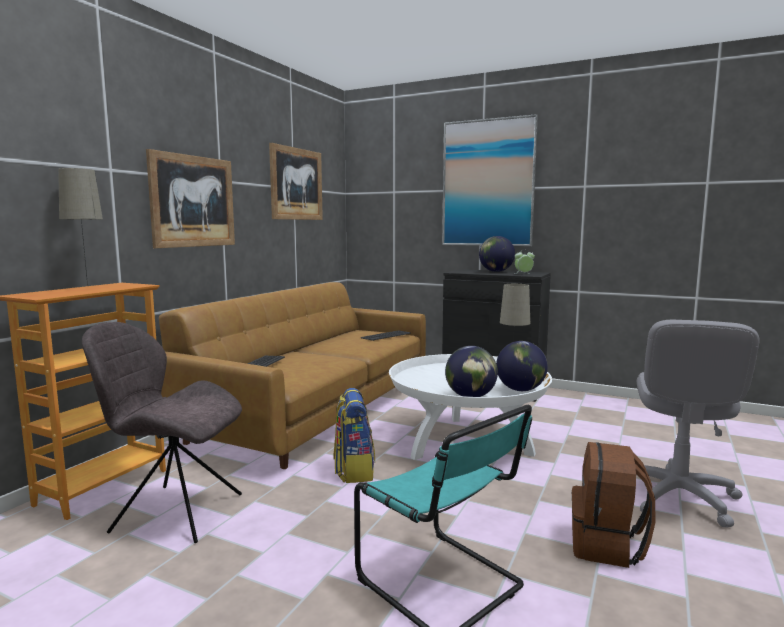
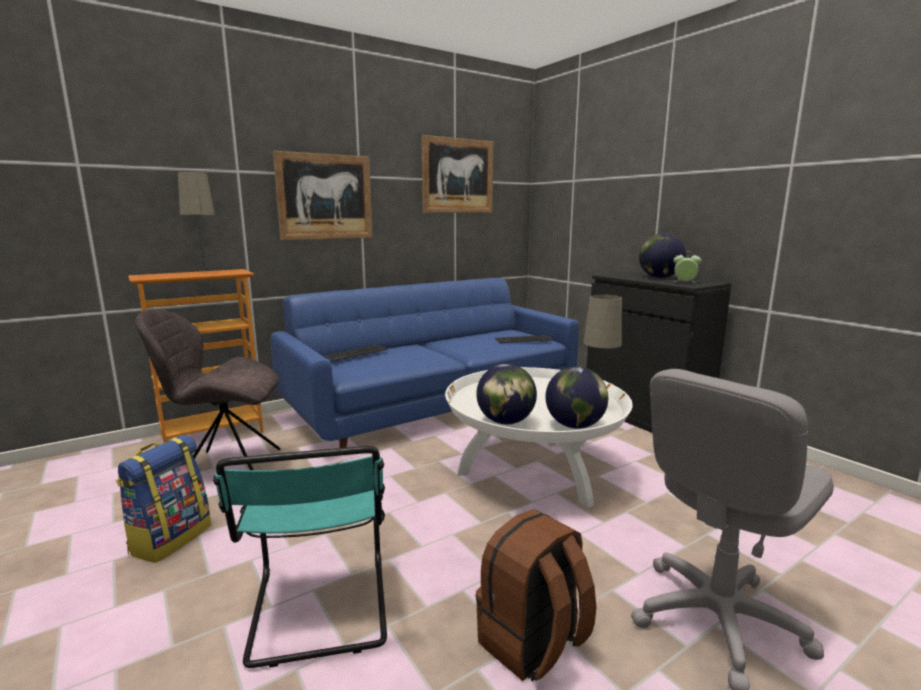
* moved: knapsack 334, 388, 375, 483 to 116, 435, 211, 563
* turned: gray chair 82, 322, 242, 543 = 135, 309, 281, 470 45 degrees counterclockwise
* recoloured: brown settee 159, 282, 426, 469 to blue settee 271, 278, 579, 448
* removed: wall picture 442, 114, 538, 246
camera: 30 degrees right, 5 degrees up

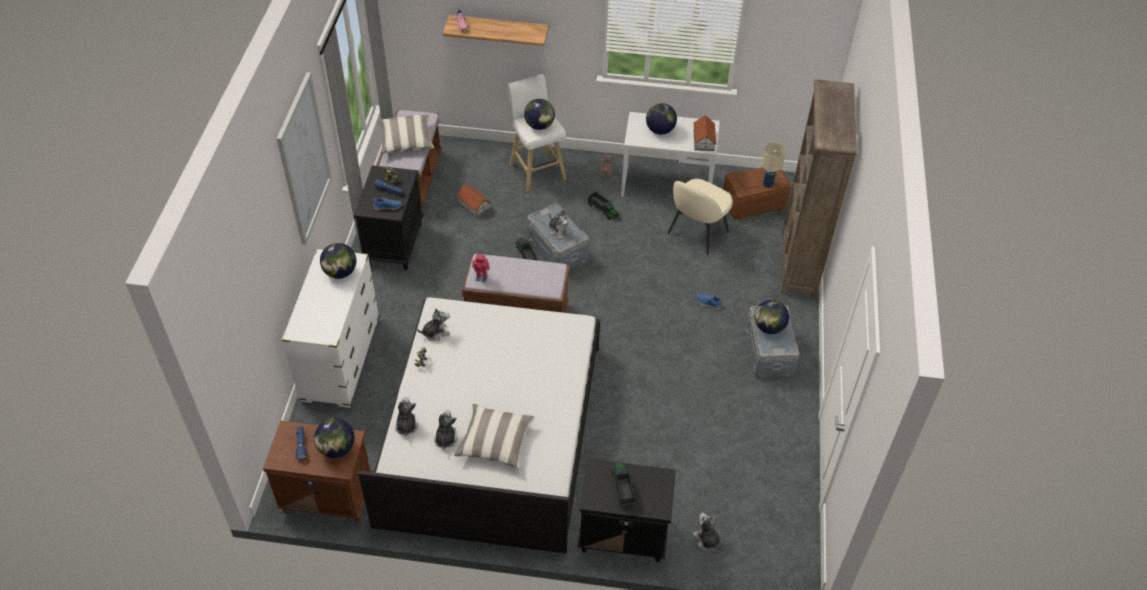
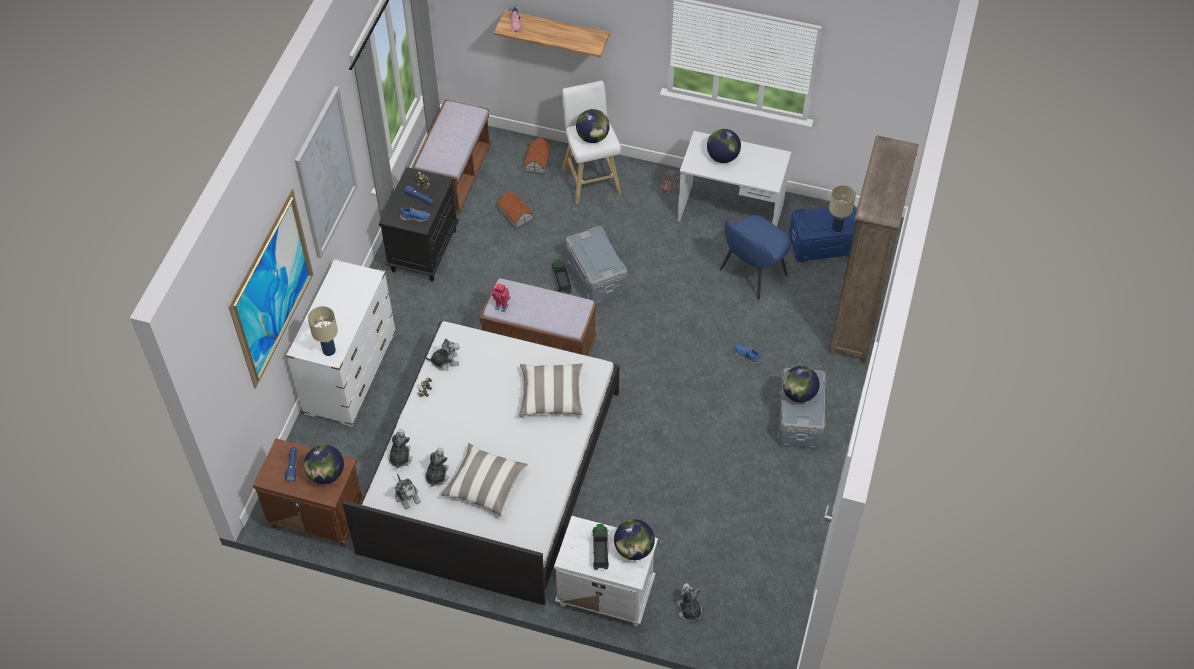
* added: wall picture 228, 188, 313, 389
* added: beige-coloured table lamp 308, 306, 338, 356
* moved: plush toy 549, 210, 571, 240 to 395, 473, 421, 510
* moved: cushion 378, 114, 434, 154 to 519, 363, 584, 417
* moved: model house 693, 115, 717, 151 to 523, 137, 552, 175
* recoloured: black-coloured night table 578, 459, 676, 562 to white night table 554, 516, 658, 627
* moved: globe 320, 243, 356, 279 to 614, 519, 655, 560
* recoloured: beige-coloured chair 668, 179, 733, 255 to blue chair 720, 215, 791, 300
* recoloured: brown storage bin 723, 167, 791, 220 to blue storage bin 789, 205, 856, 262
* removed: model truck 588, 192, 619, 220
camera: 10 degrees right, 5 degrees up

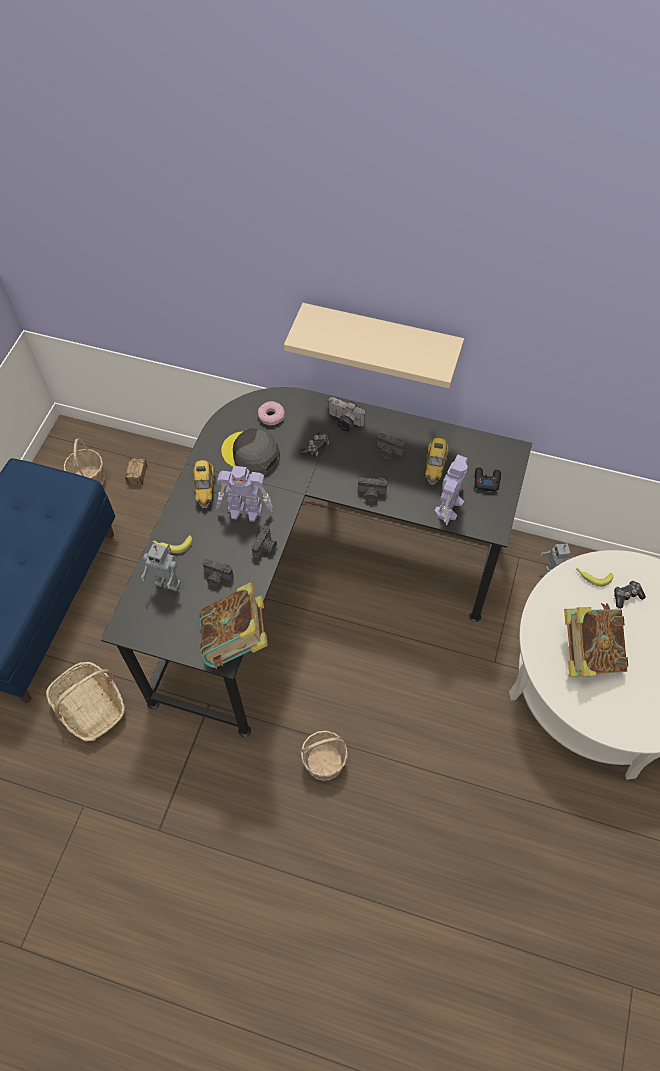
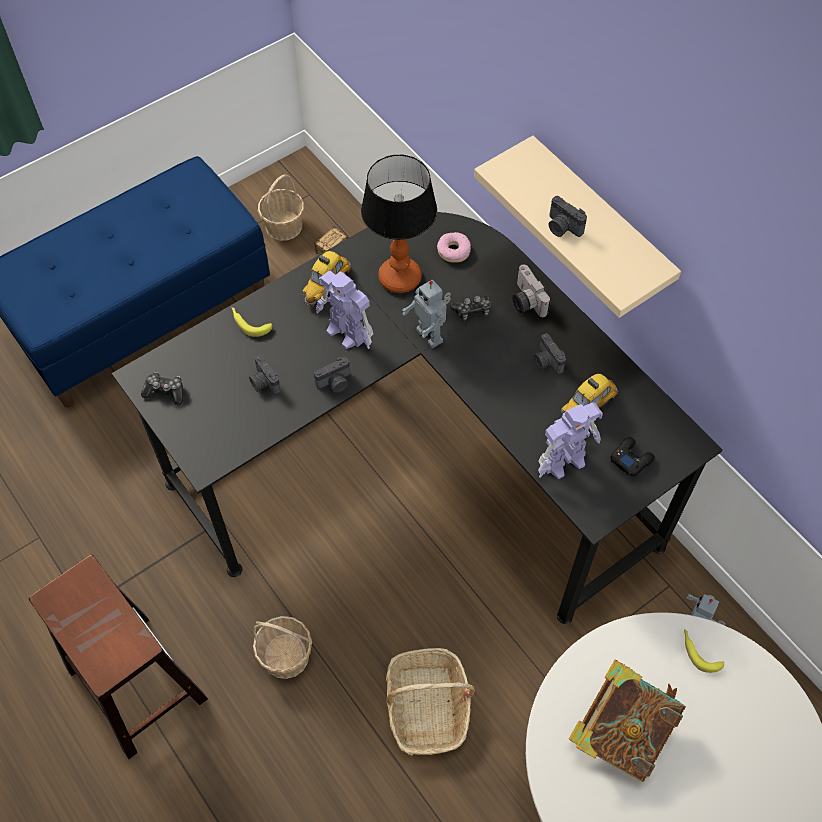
* added: brown stool 29, 555, 208, 759
* moved: gamepad 614, 581, 646, 609 to 141, 372, 183, 405
* replaced: gray cap 221, 429, 280, 475 to table lamp 361, 155, 437, 293
* moved: basket 46, 662, 125, 741 to 386, 648, 475, 755
* moved: model robot 141, 543, 181, 591 to 402, 280, 451, 348
* moved: still camera 358, 477, 387, 502 to 549, 196, 587, 237
* removed: bound book 199, 582, 268, 669
camera: 35 degrees right, 0 degrees up

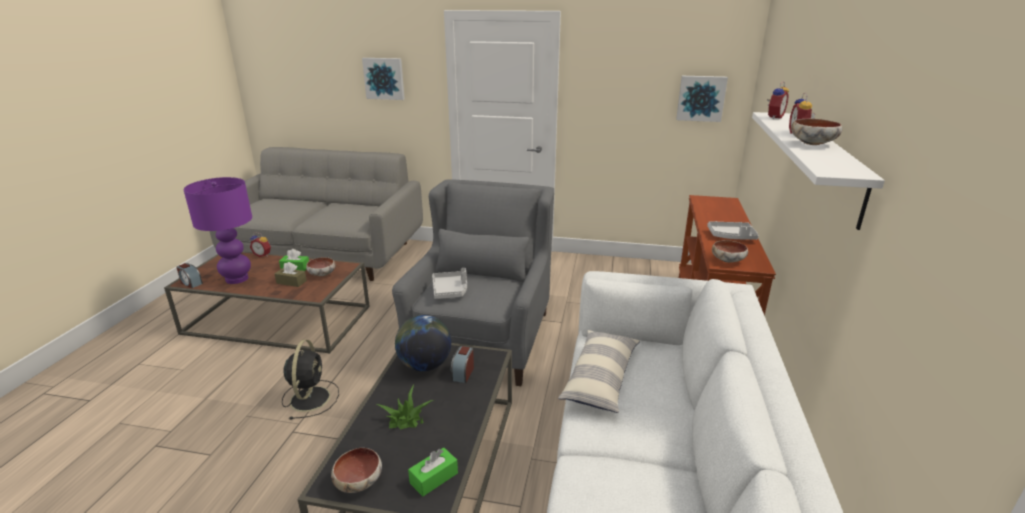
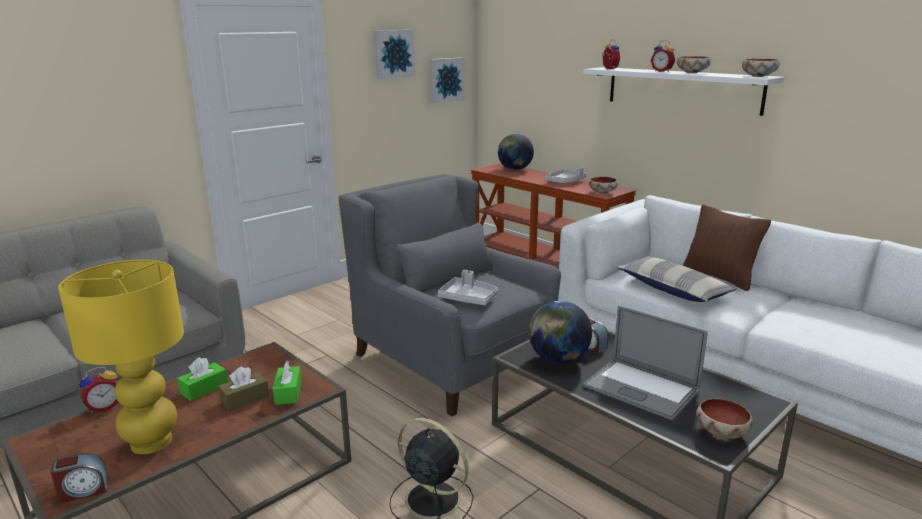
* recoloured: purplish table lamp 184, 177, 252, 284 to yellow table lamp 58, 259, 184, 454
* moved: greenish box of tissues 408, 447, 458, 497 to 273, 361, 301, 405
* moved: wall picture 362, 58, 405, 100 to 374, 30, 415, 79
* added: globe 498, 134, 534, 170
* replaced: plant in a pot 375, 385, 433, 430 to notebook computer 584, 306, 708, 420
* added: brown cushion 683, 204, 771, 291
* moved: bowl 306, 257, 336, 276 to 742, 59, 780, 77
camera: 55 degrees left, 5 degrees down

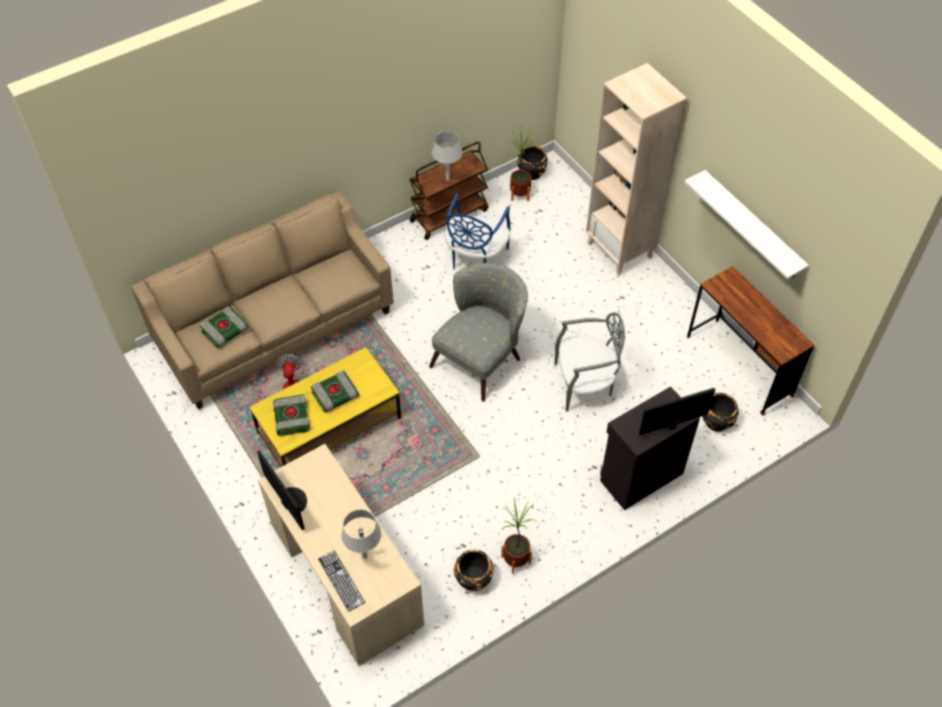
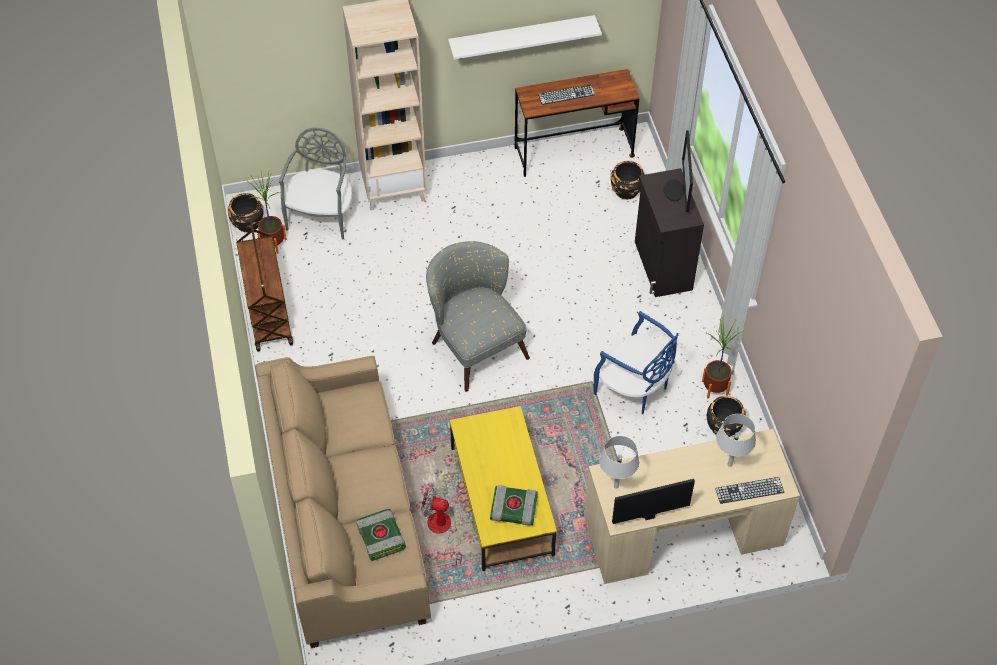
* moved: gray chair 554, 312, 625, 412 to 279, 127, 352, 239
* added: computer keyboard 538, 84, 595, 105
* moved: blue chair 445, 193, 511, 269 to 593, 311, 679, 414
* moved: gray table lamp 432, 131, 462, 181 to 599, 436, 639, 489
* removed: bound book 311, 371, 359, 412
camera: 70 degrees left, 0 degrees up

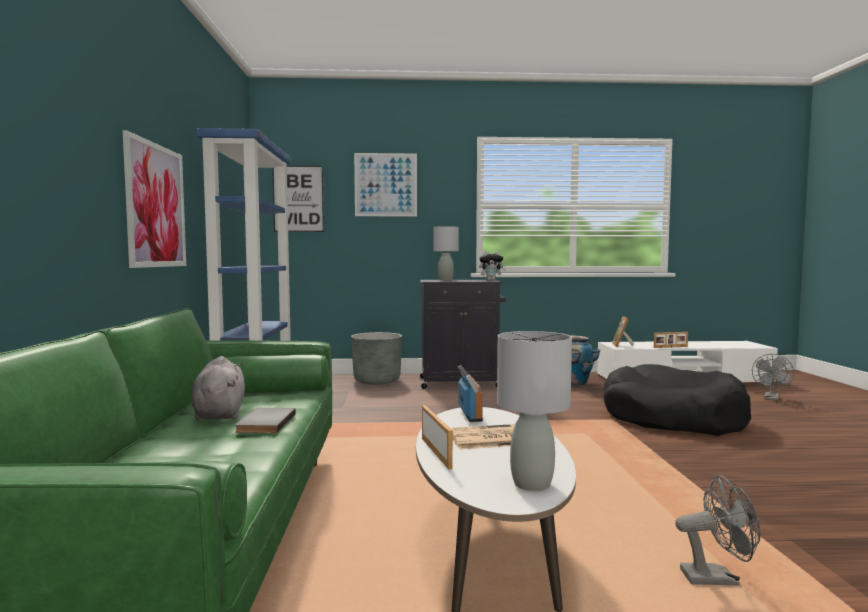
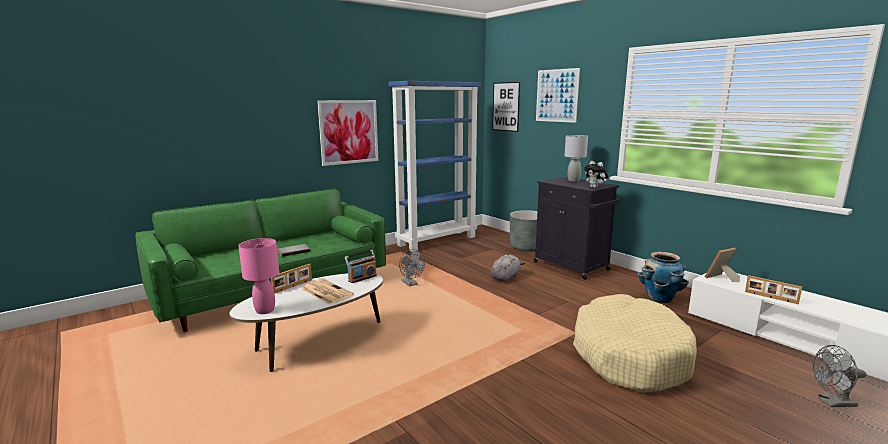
* recoloured: gray table lamp 497, 331, 572, 491 to pink table lamp 238, 238, 279, 314
* moved: gray cooling fan 675, 475, 760, 586 to 399, 249, 425, 286
* moved: gray plush toy 192, 356, 245, 420 to 491, 254, 525, 282
* recoloured: black-coloured dog cushion 603, 364, 751, 436 to beige-coloured dog cushion 573, 294, 697, 393
camera: 55 degrees right, 10 degrees up

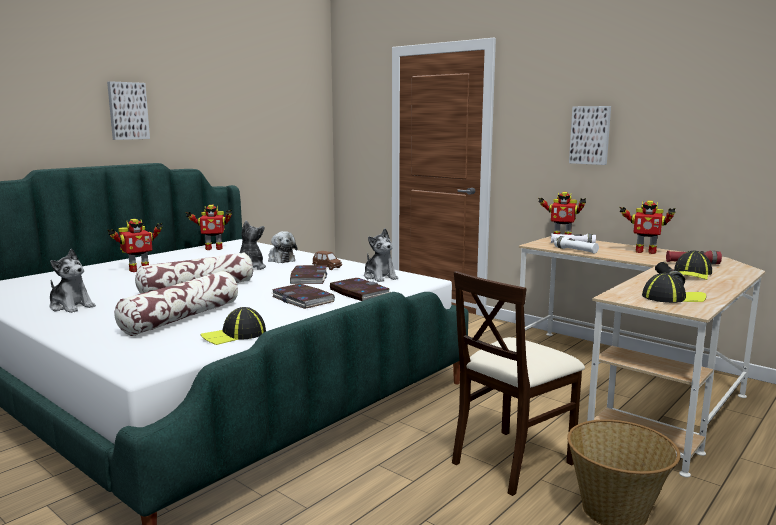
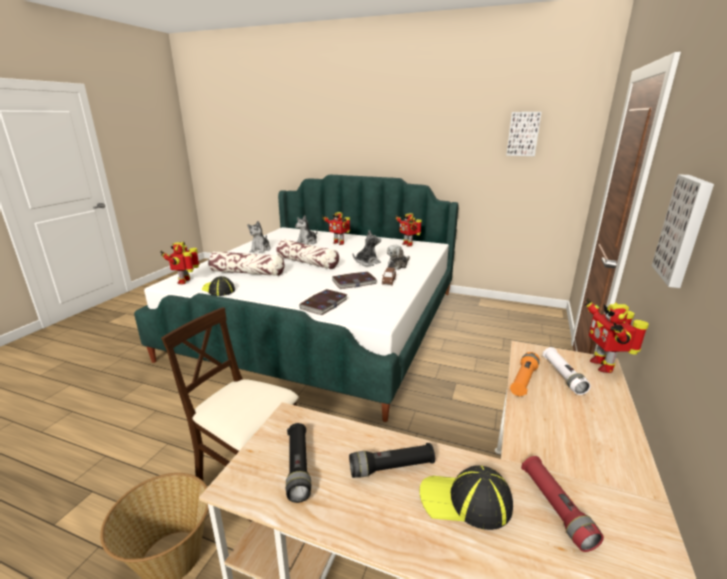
* moved: model robot 619, 200, 676, 254 to 161, 242, 200, 284
* replaced: cap 642, 273, 706, 303 to black-coloured torch 286, 423, 311, 503
* moved: plush toy 364, 228, 398, 282 to 295, 215, 318, 245
* moved: wall picture 107, 81, 150, 140 to 506, 112, 542, 156
* recoloured: white torch 554, 236, 599, 254 to orange torch 510, 352, 540, 396
* removed: bound book 272, 284, 335, 309
camera: 70 degrees right, 10 degrees up

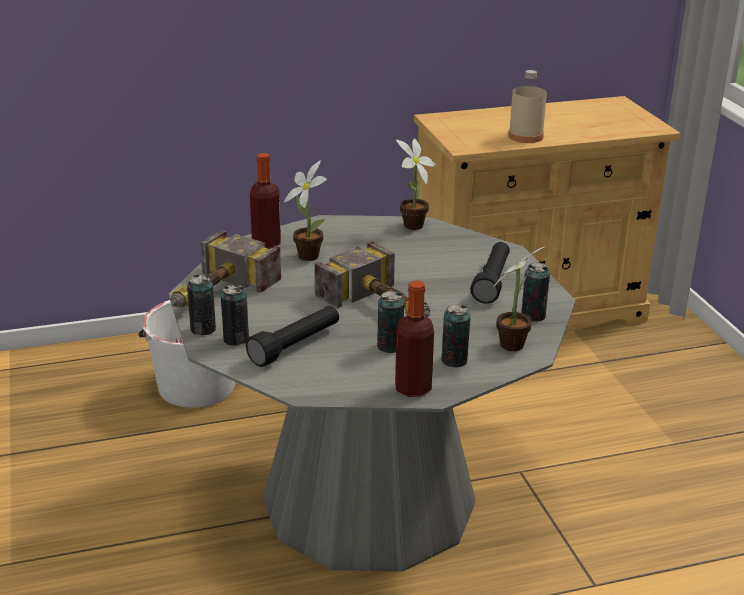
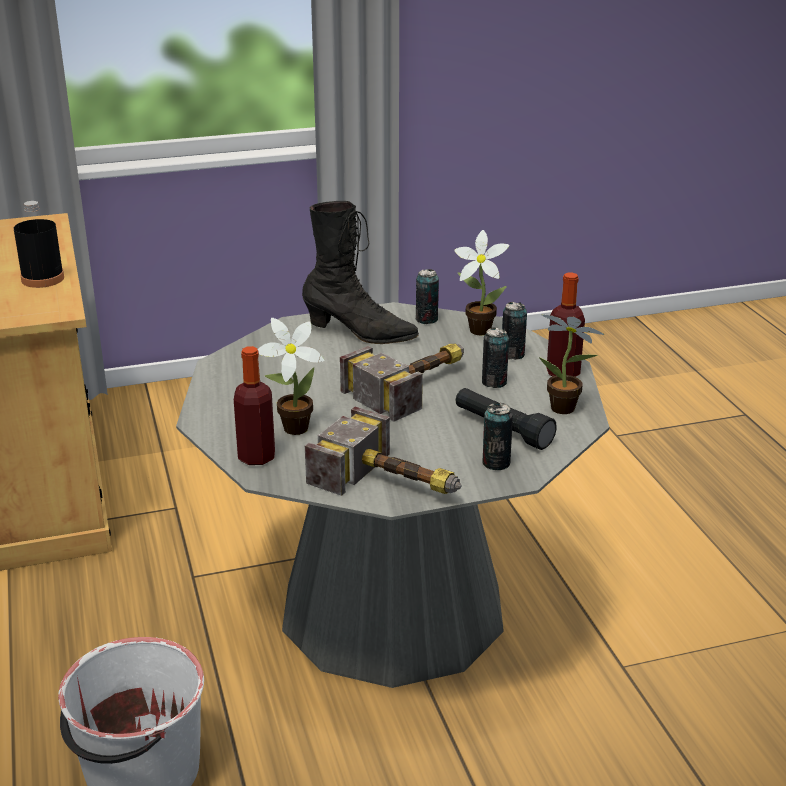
* recoloured: beige-coloured drink bottle 508, 70, 547, 143 to black-coloured drink bottle 14, 201, 64, 288
* replaced: black-coloured torch 470, 242, 510, 304 to black-coloured high-top boot 302, 201, 419, 344
* moved: plant in a pot 396, 138, 435, 230 to 539, 315, 605, 414
* removed: metal can 187, 274, 216, 335
camera: 90 degrees left, 0 degrees up

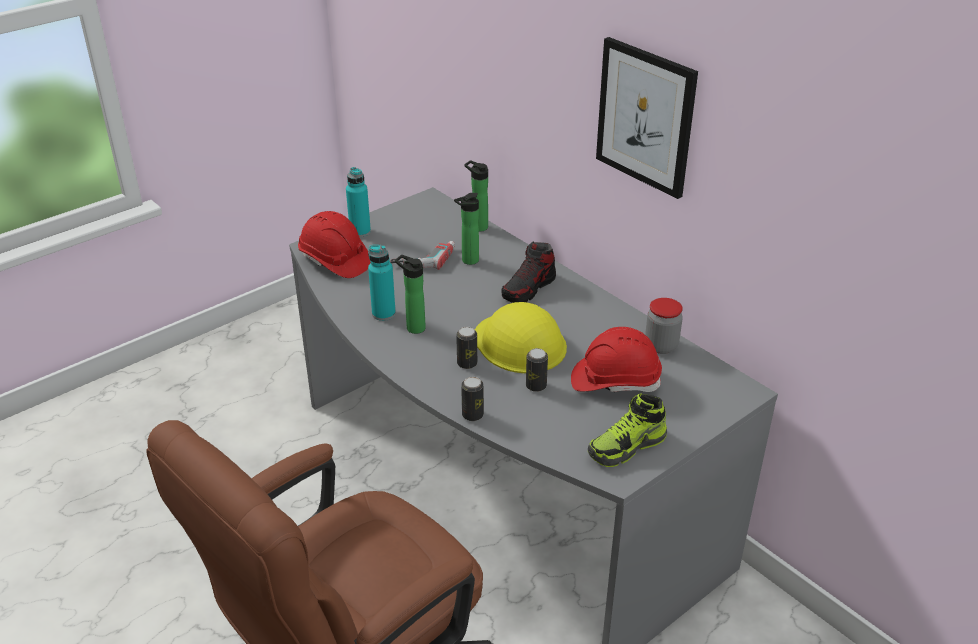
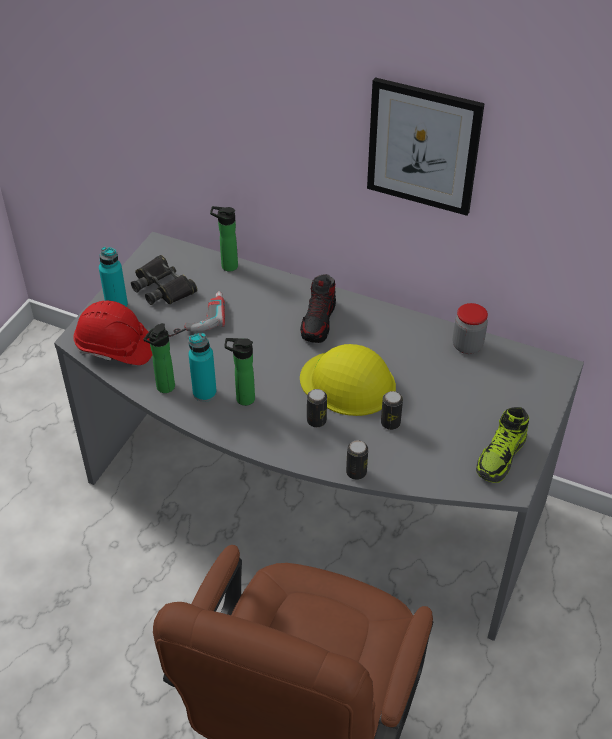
* added: black-coloured binoculars 131, 255, 197, 305
* moved: drink bottle 454, 193, 479, 265 to 143, 323, 175, 393
* removed: reddish work helmet 571, 327, 662, 392
camera: 25 degrees left, 10 degrees up

